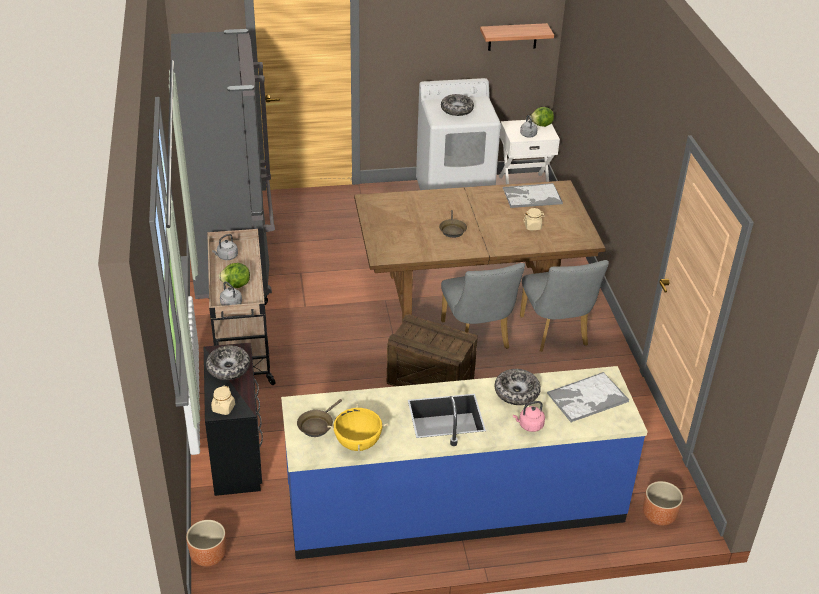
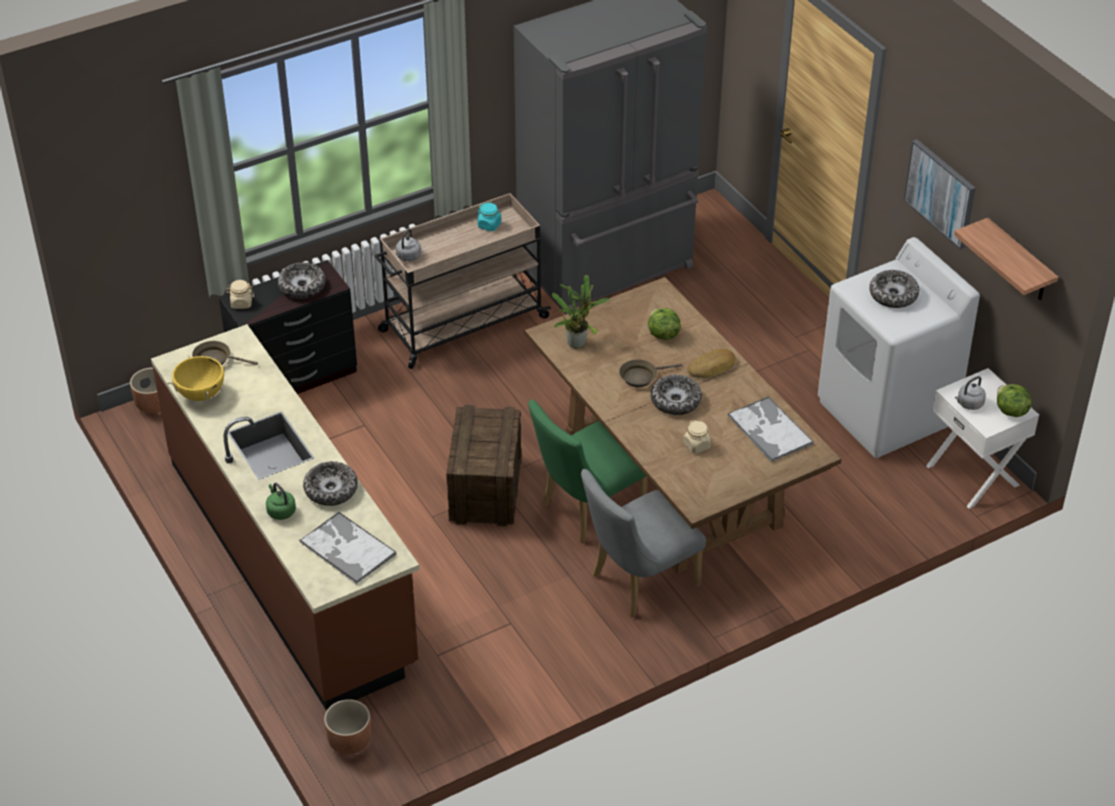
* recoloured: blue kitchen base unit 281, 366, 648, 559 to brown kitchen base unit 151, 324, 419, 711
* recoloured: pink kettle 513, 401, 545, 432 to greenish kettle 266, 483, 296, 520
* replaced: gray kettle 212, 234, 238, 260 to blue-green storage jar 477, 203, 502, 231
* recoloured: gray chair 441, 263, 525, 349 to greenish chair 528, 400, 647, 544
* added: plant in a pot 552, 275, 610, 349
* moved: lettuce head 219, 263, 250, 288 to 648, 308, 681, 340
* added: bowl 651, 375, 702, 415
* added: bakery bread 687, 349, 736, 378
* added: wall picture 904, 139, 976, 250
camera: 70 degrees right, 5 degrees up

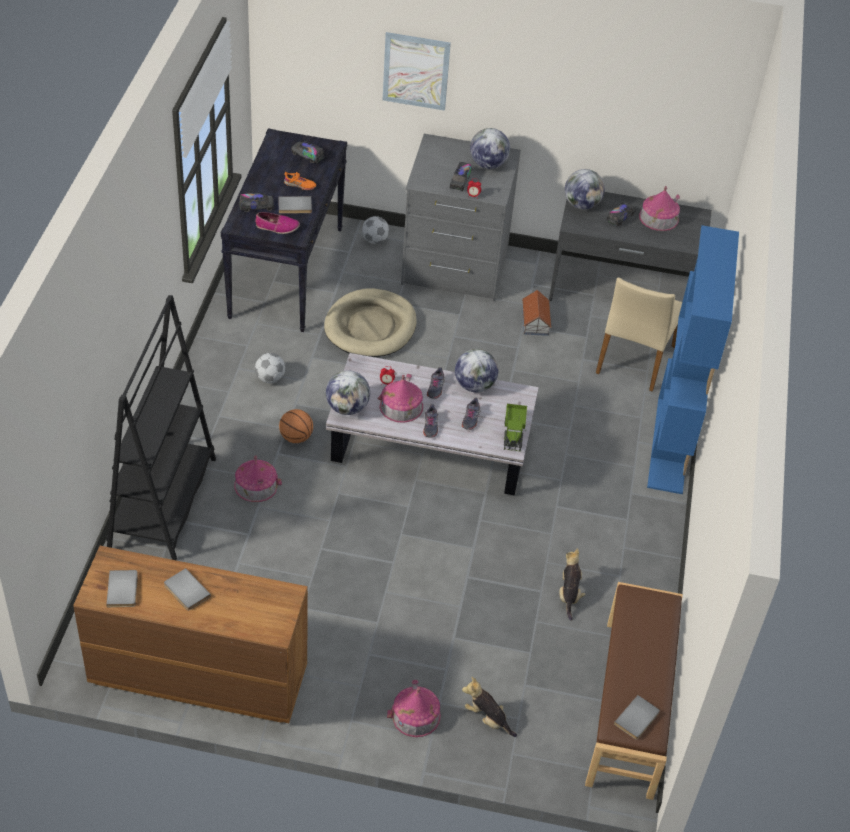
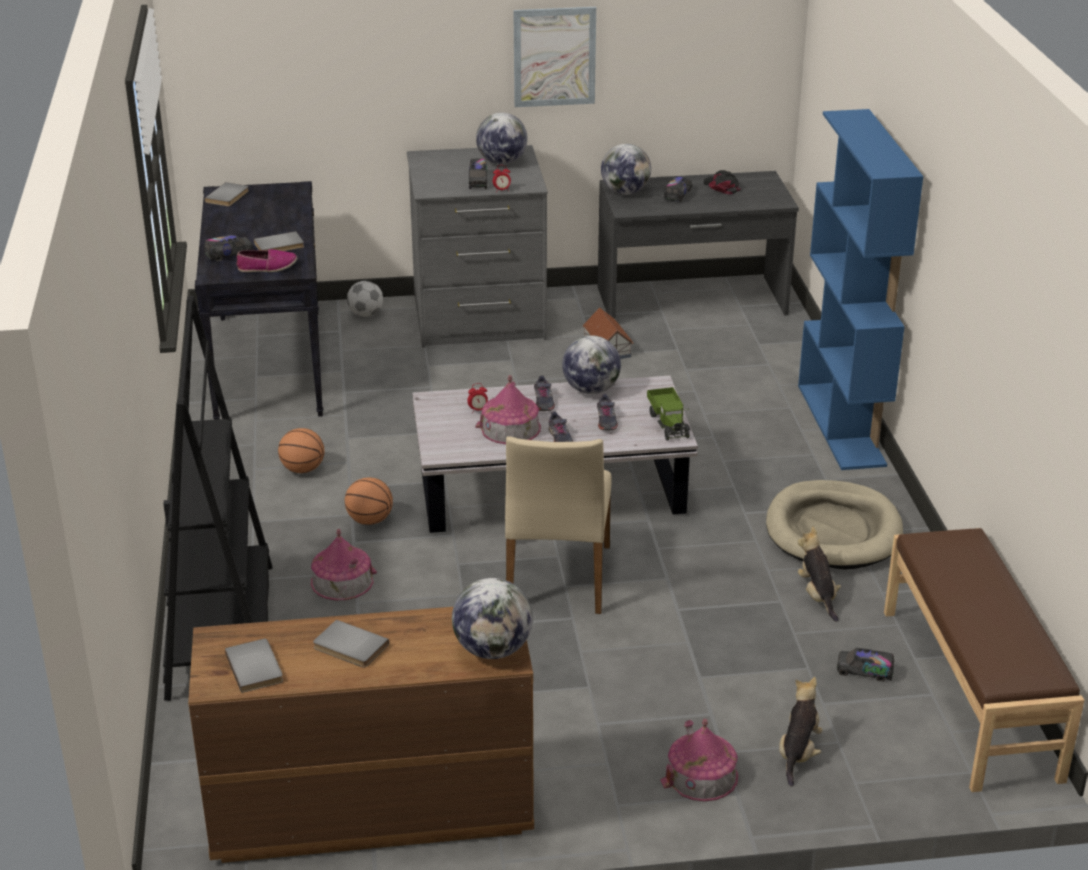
* moved: gray bound book 614, 695, 660, 740 to 204, 182, 249, 206
* replaced: football ball 255, 353, 285, 383 to basketball 278, 428, 325, 473
* moved: globe 326, 371, 370, 415 to 452, 578, 533, 659
* moved: beige-coloured chair 596, 277, 682, 392 to 505, 436, 612, 614
* moved: wall picture 383, 32, 451, 111 to 513, 7, 596, 107
* replaced: model house 639, 186, 680, 231 to black-coloured cap 703, 170, 741, 194
* moved: beige-coloured dog cushion 324, 288, 417, 357 to 766, 480, 903, 570
* turned: plush toy 462, 677, 517, 737 = 779, 677, 823, 787 90 degrees clockwise
* moved: model truck 291, 141, 324, 164 to 837, 648, 894, 682
* removed: orange shoe 284, 172, 316, 190
camera: 15 degrees left, 15 degrees down

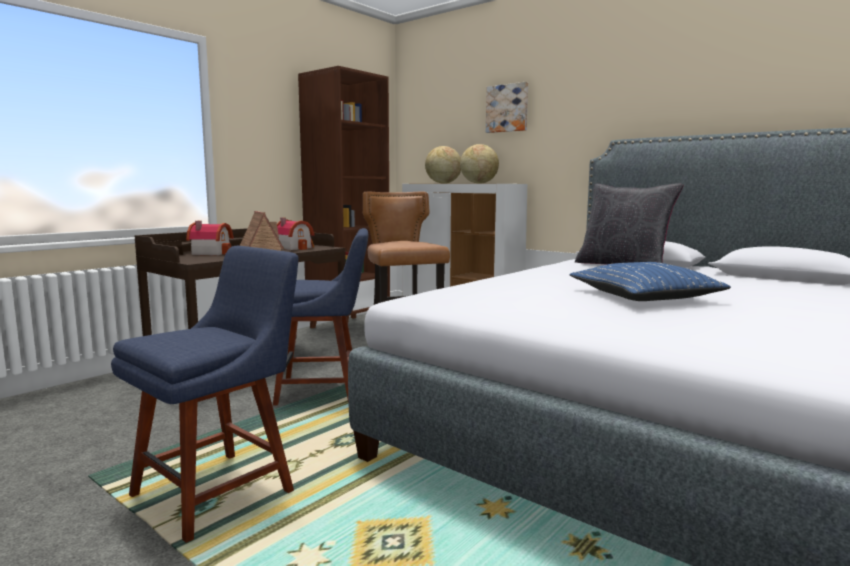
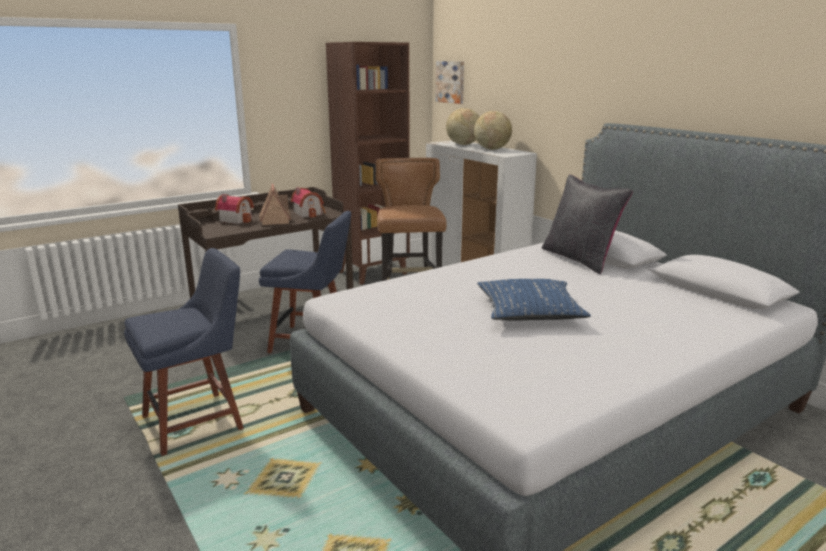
* moved: wall picture 486, 82, 528, 133 to 436, 61, 464, 104
camera: 15 degrees right, 10 degrees up

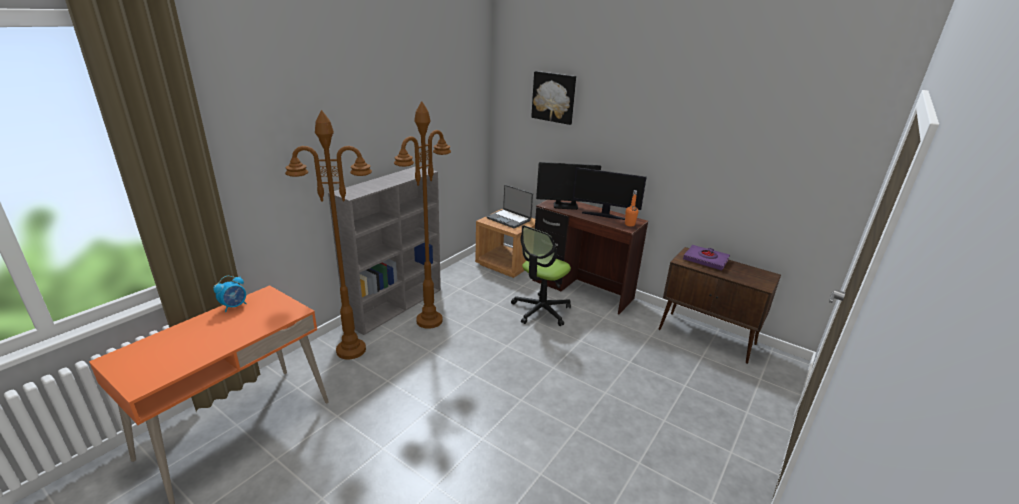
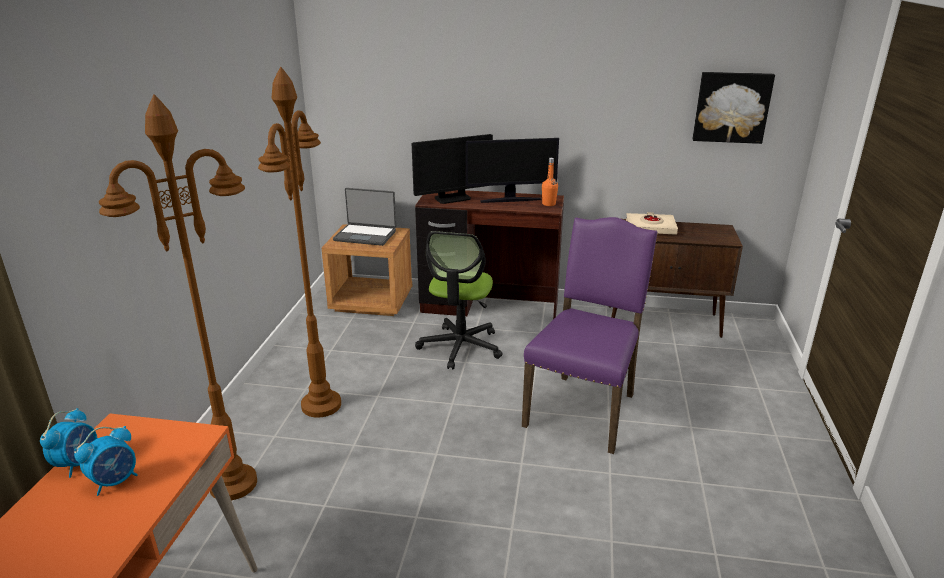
* added: alarm clock 74, 426, 138, 496
* added: purplish chair 522, 217, 658, 454
* recoloured: purplish bound book 683, 245, 730, 270 to beige-coloured bound book 626, 212, 678, 235
* moved: wall picture 531, 71, 576, 125 to 693, 72, 775, 144
* removed: gray shelving unit 328, 166, 441, 335
camera: 25 degrees left, 0 degrees up

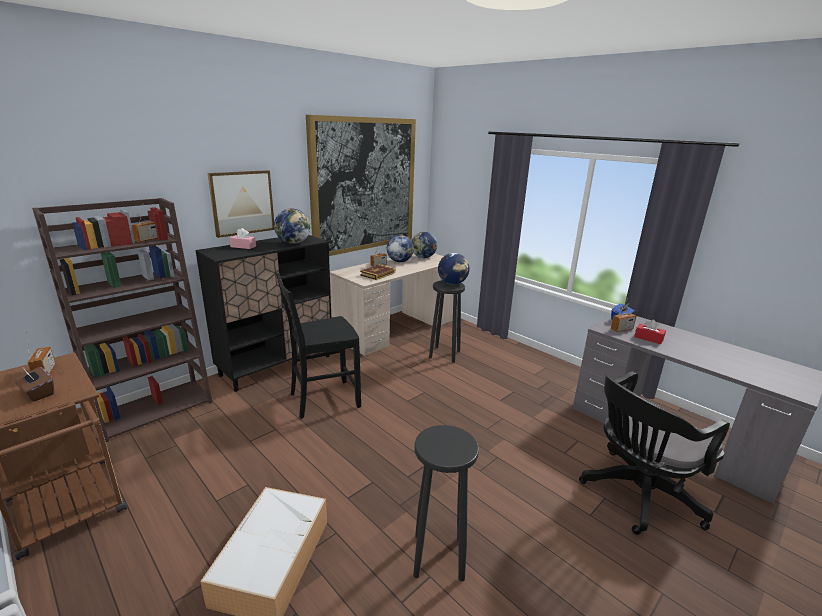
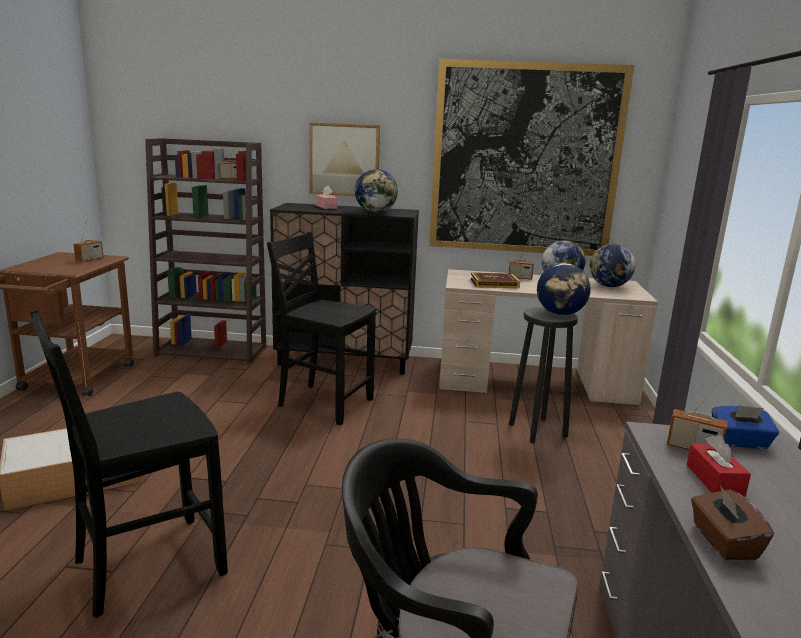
* replaced: black-coloured stool 413, 425, 479, 581 to black-coloured chair 30, 309, 228, 618
* moved: brown box of tissues 14, 367, 54, 402 to 691, 485, 774, 560
camera: 50 degrees right, 5 degrees down

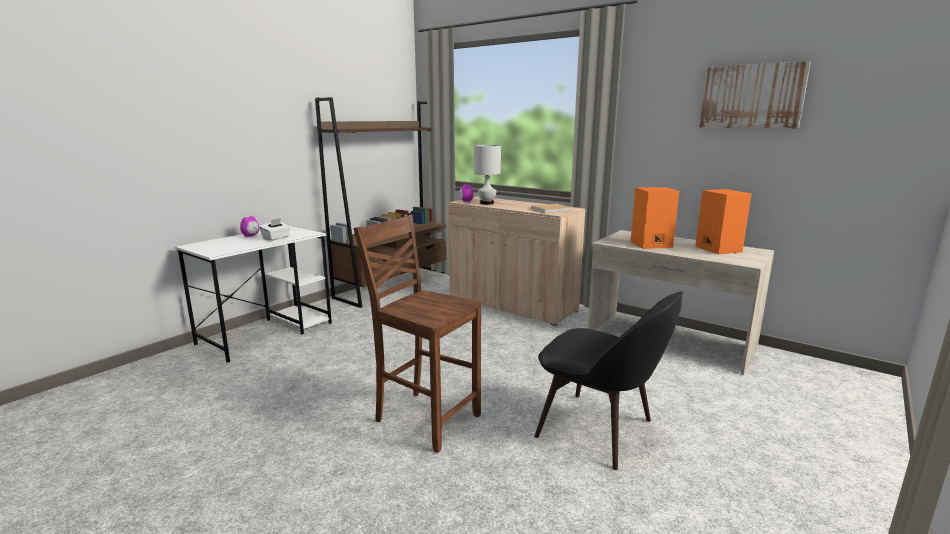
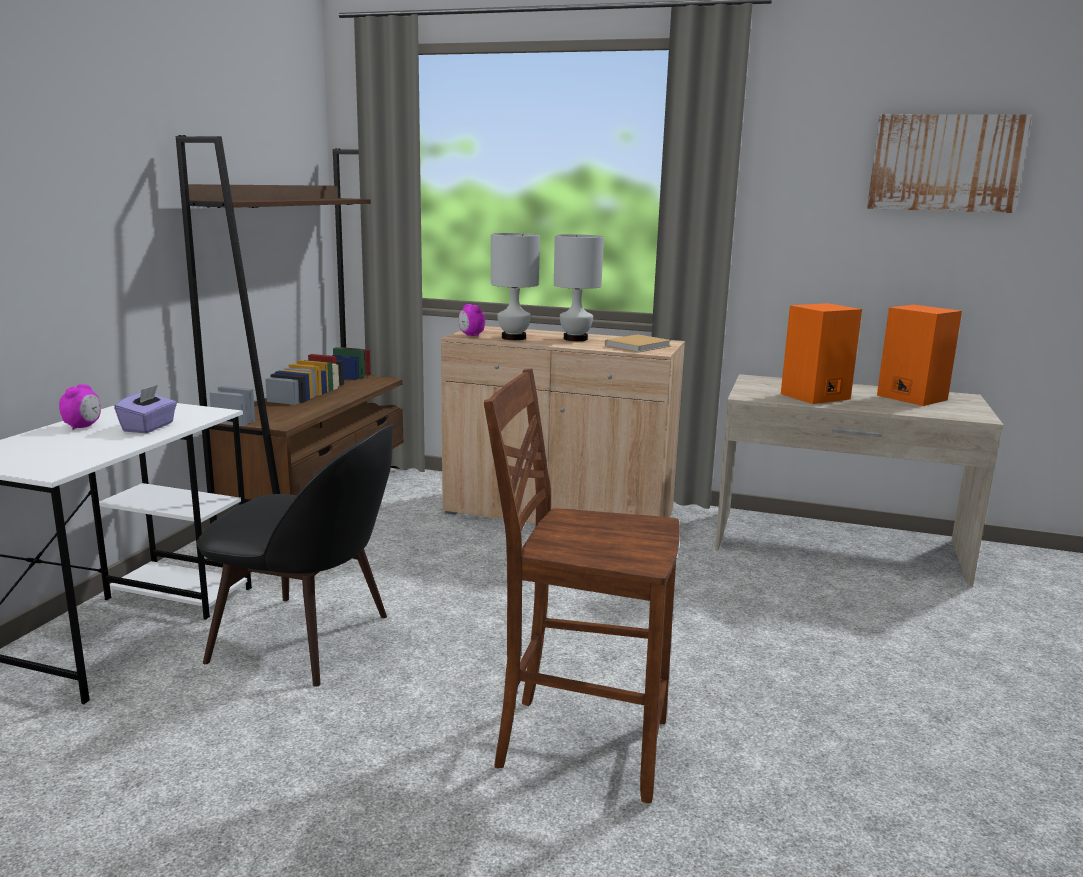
* recoloured: white box of tissues 259, 218, 291, 241 to purplish box of tissues 114, 385, 177, 433
* moved: black-coloured chair 534, 291, 683, 470 to 197, 424, 395, 687
* added: white table lamp 554, 234, 604, 341
camera: 20 degrees left, 0 degrees up

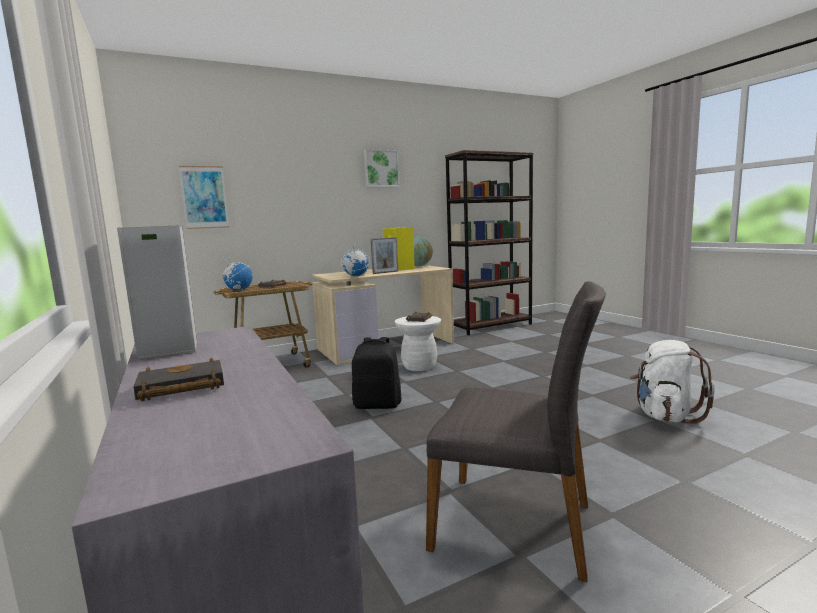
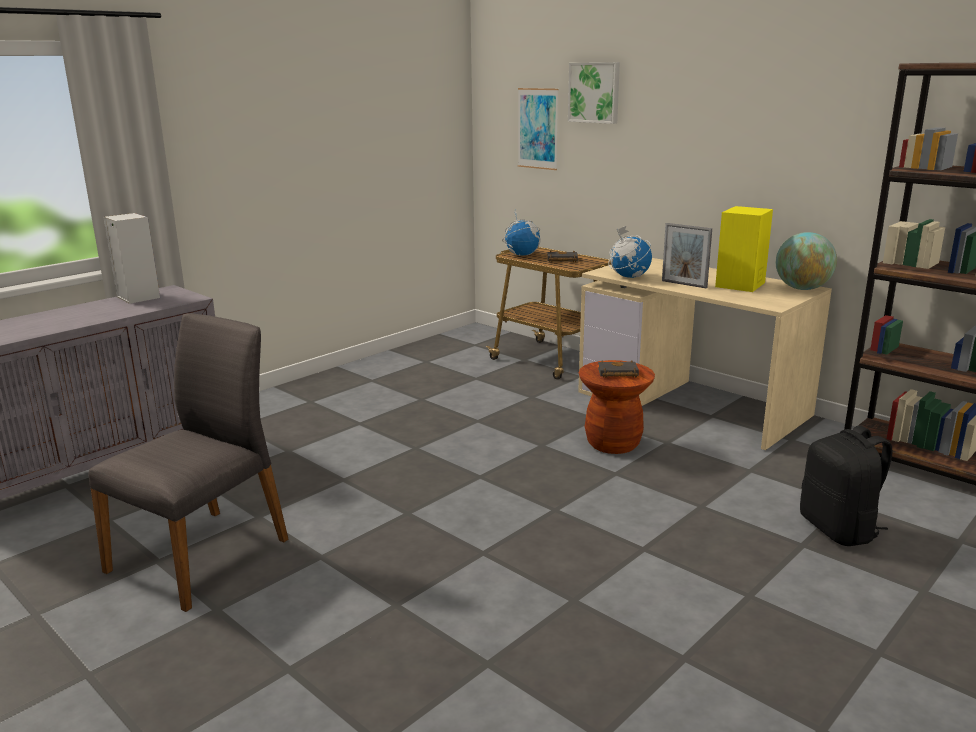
* turned: gray chair 426, 281, 606, 582 = 88, 313, 289, 612 150 degrees counterclockwise
* moved: wall picture 364, 149, 400, 187 to 568, 62, 620, 124
* recoloured: white stool 394, 316, 441, 371 to brown stool 579, 360, 655, 454
* moved: black-coloured knapsack 352, 337, 402, 409 to 800, 426, 893, 546
* removed: black-coloured bound book 133, 358, 224, 401
* removed: white knapsack 630, 340, 715, 424
camera: 70 degrees right, 10 degrees up

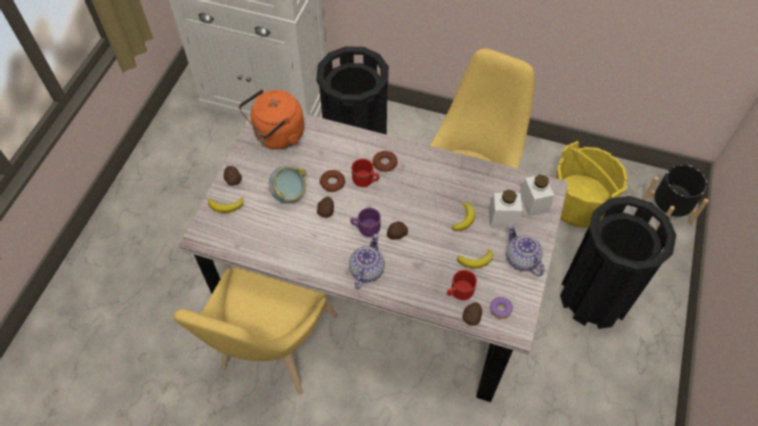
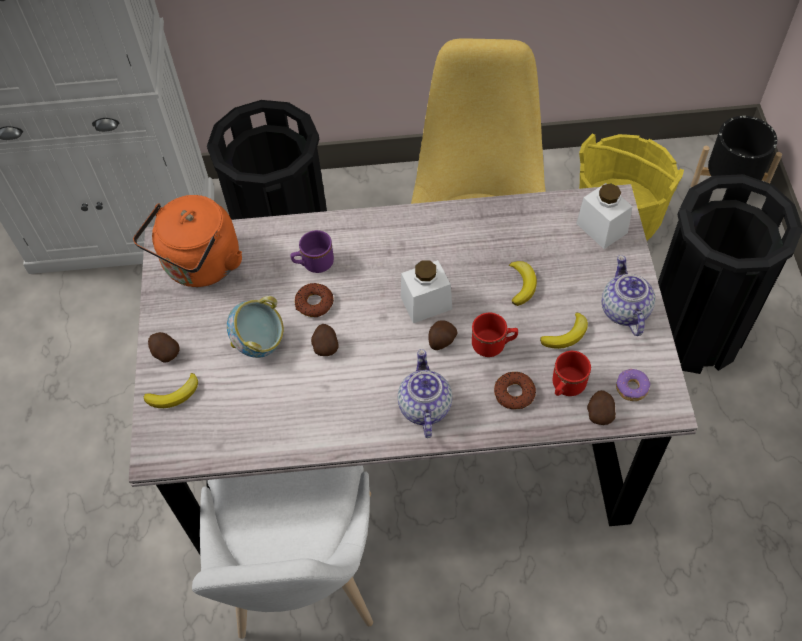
* recoloured: yellow chair 173, 266, 338, 395 to white chair 192, 465, 373, 639
* moved: purplish mug 350, 208, 381, 237 to 290, 230, 334, 273
* moved: white storage jar 489, 190, 522, 228 to 401, 260, 452, 323
* moved: reddish mug 351, 159, 379, 187 to 472, 312, 518, 357
* moved: ring doughnut 373, 151, 398, 172 to 494, 372, 536, 409
* turned: tea pot 506, 225, 544, 276 = 602, 255, 655, 336 45 degrees clockwise
camera: 20 degrees left, 0 degrees up

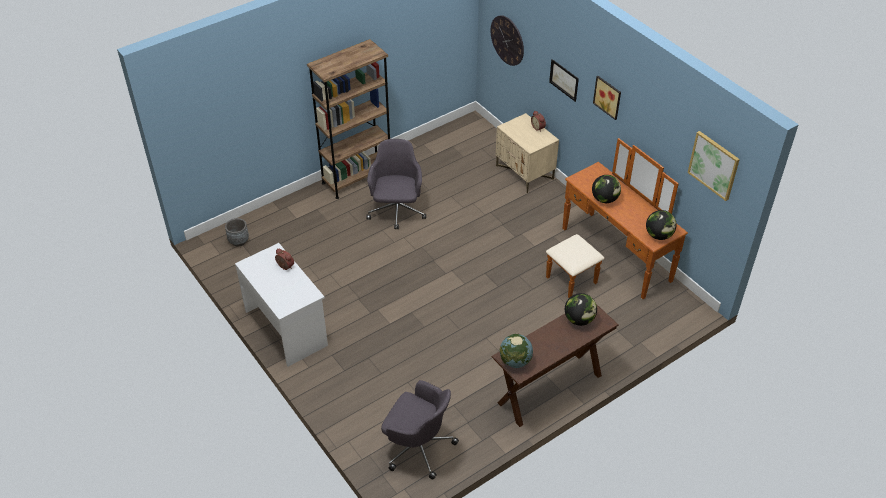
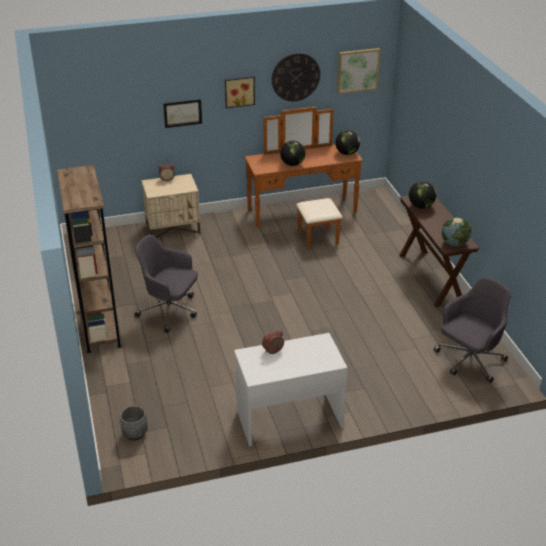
* moved: hanging clock 491, 15, 524, 66 to 272, 53, 320, 101
camera: 70 degrees left, 10 degrees down

